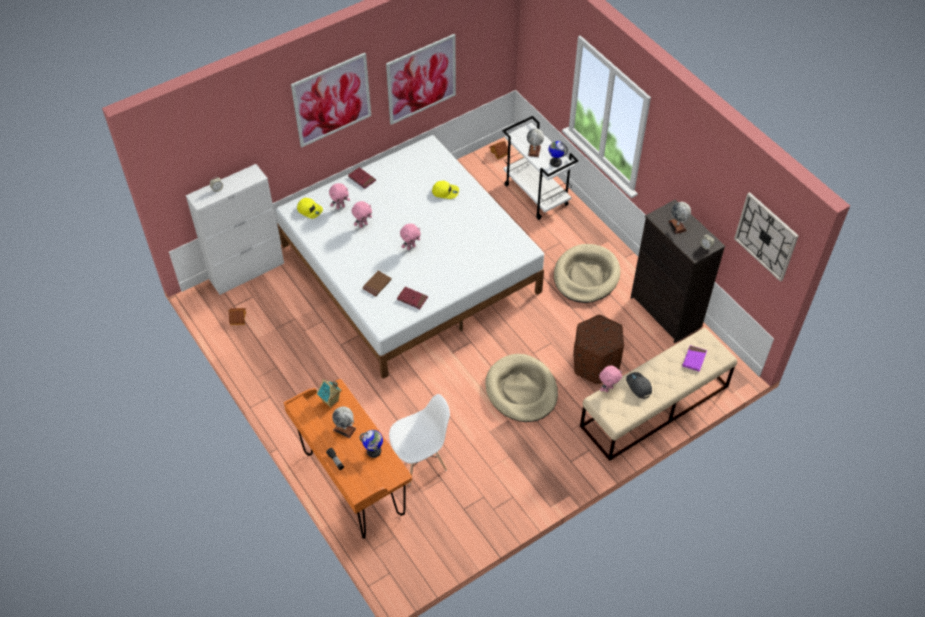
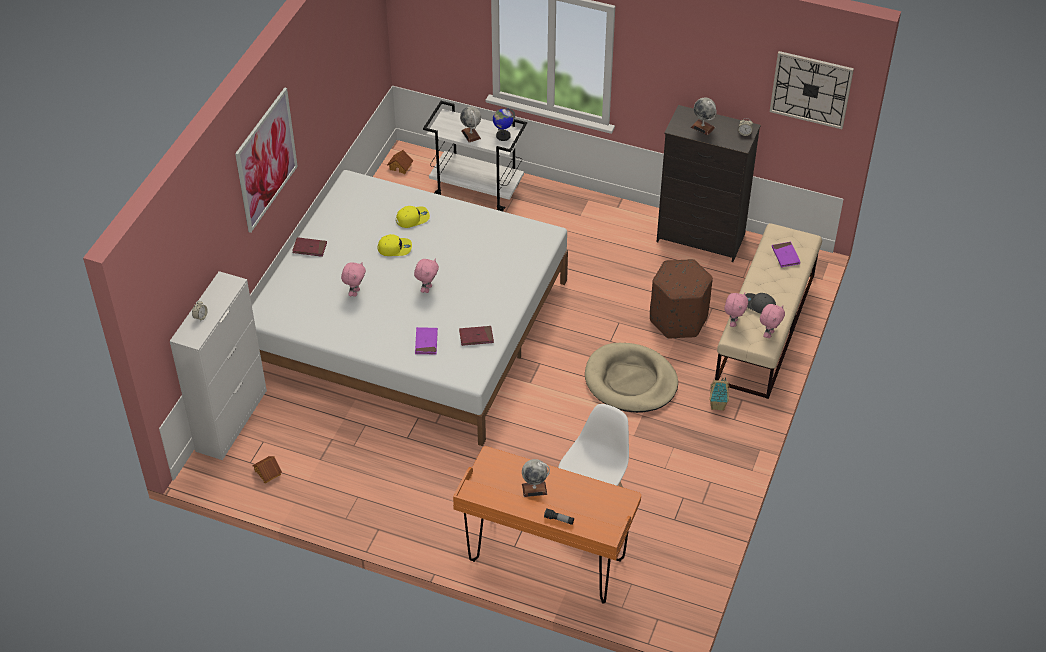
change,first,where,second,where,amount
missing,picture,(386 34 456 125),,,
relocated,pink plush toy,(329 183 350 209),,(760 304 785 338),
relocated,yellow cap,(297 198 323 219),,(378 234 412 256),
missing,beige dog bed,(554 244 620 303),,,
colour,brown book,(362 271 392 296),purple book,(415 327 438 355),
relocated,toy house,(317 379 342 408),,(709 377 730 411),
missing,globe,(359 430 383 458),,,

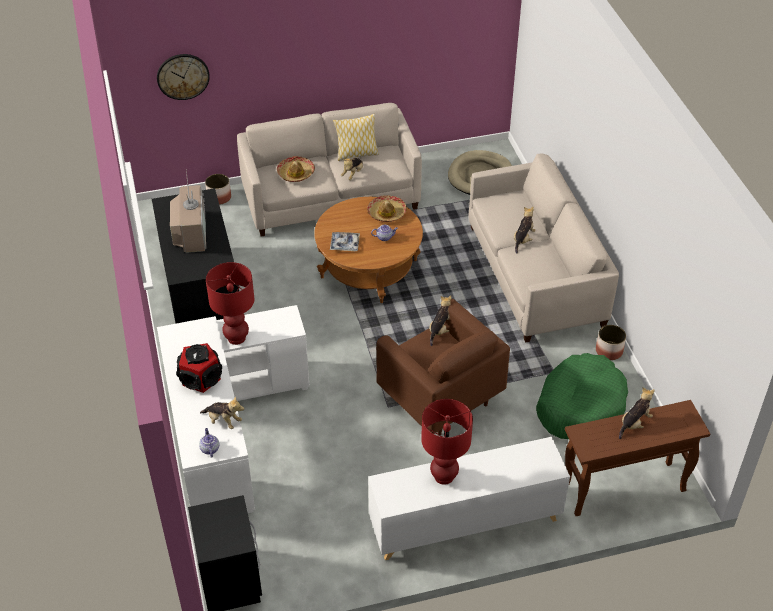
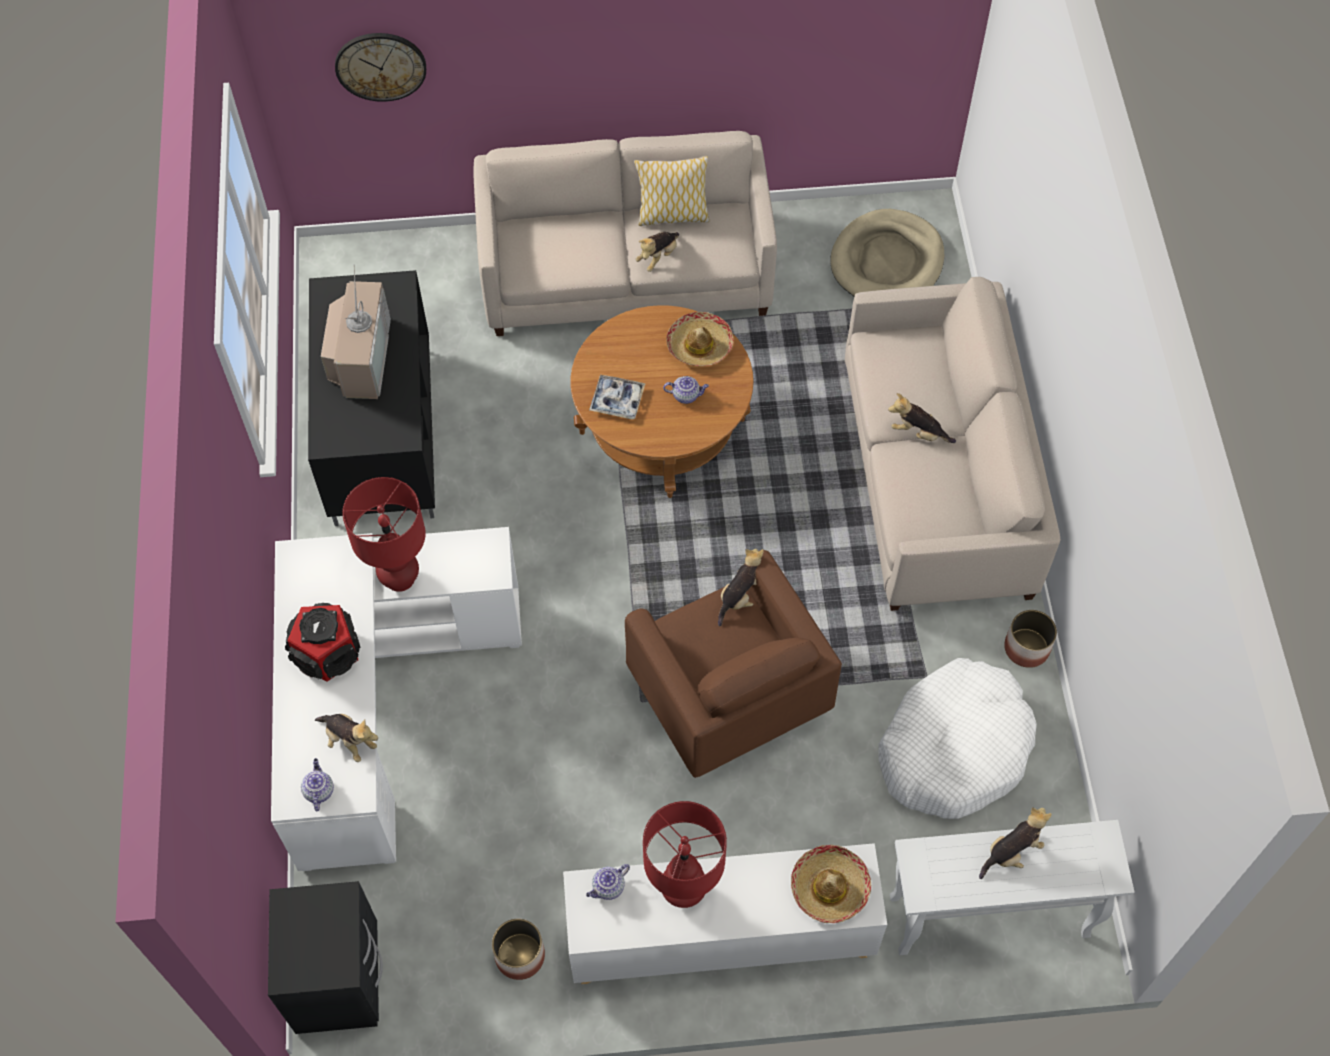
change,first,where,second,where,amount
relocated,hat,(277 156 315 182),,(791 845 871 923),
relocated,planter,(205 174 231 205),,(492 918 545 980),
spun,plush toy,(514 207 536 254),,(888 393 956 443),105 degrees counterclockwise
colour,green dog bed,(536 353 628 439),white dog bed,(878 658 1037 819),
colour,brown console table,(565 400 710 516),white console table,(890 820 1135 955),
appeared,,,teapot,(586 864 630 900),

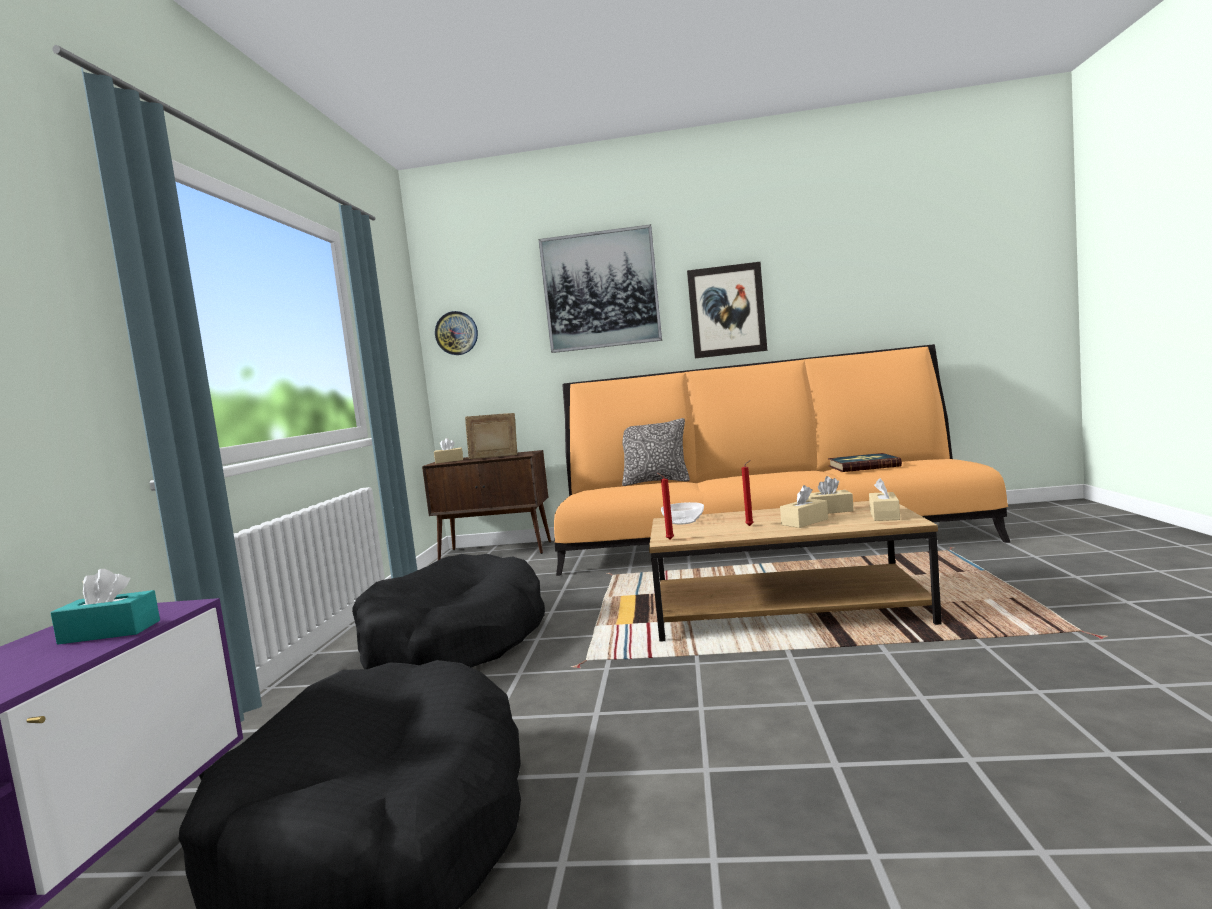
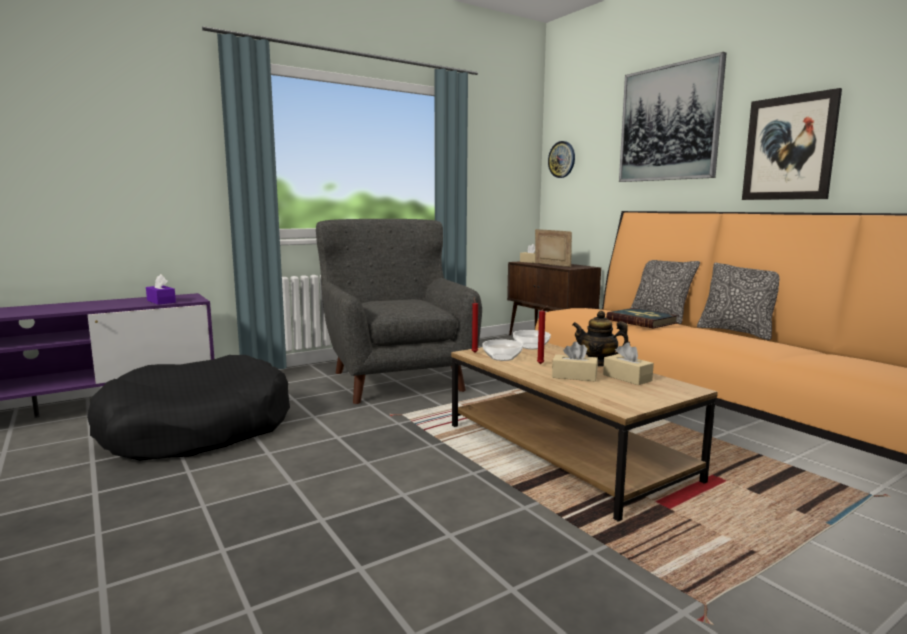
change,first,where,second,where,amount
relocated,book,(828 453 902 472),,(606 308 679 328),
missing,beige tissue box,(869 478 900 521),,,
exchanged,black dog bed,(352 554 545 669),grey armchair,(316 219 482 404),
colour,turquoise tissue box,(51 569 160 644),purple tissue box,(146 274 176 305),
appeared,,,pillow,(697 263 780 340),
appeared,,,teapot,(572 311 630 367),
appeared,,,bowl,(482 339 523 361),

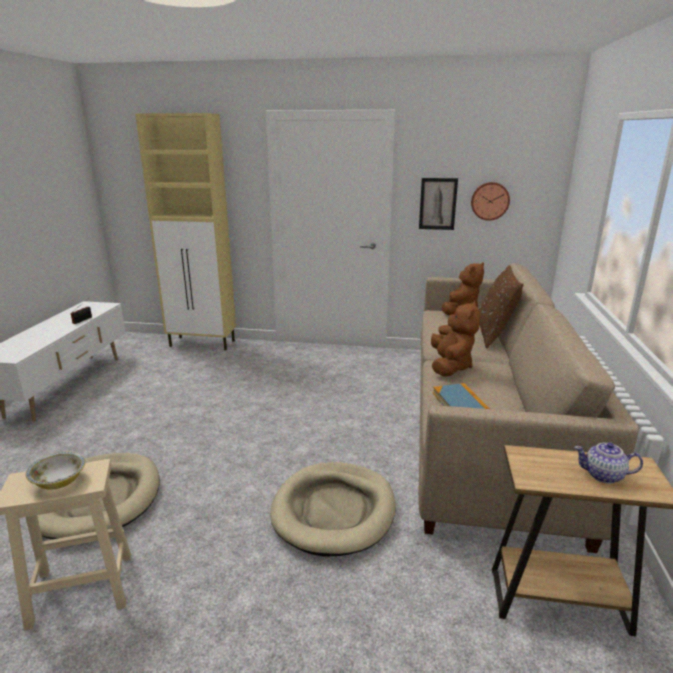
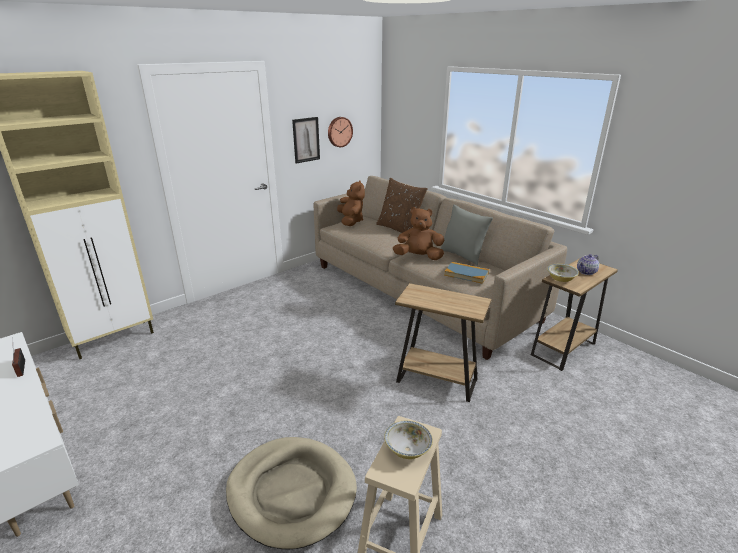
change,first,where,second,where,amount
spun,brown plush toy,(431 301 480 377),,(393 207 444 260),45 degrees counterclockwise
exchanged,beige dog bed,(270 462 395 557),brown side table,(395 283 491 402),
appeared,,,grey pillow,(441 205 493 266),
appeared,,,bowl,(547 264 579 282),

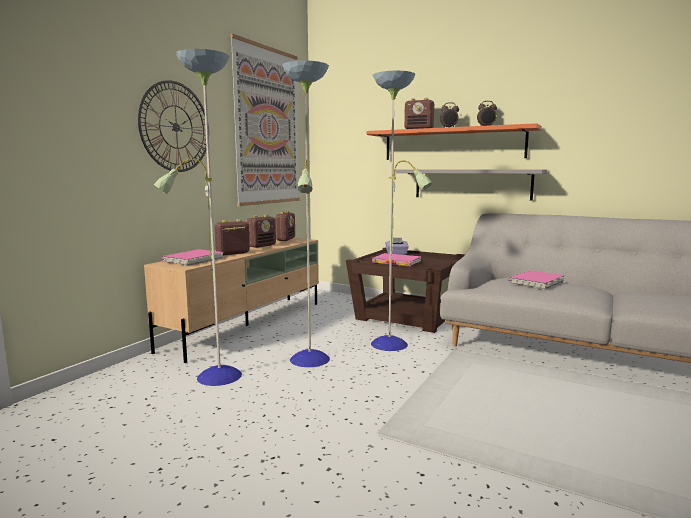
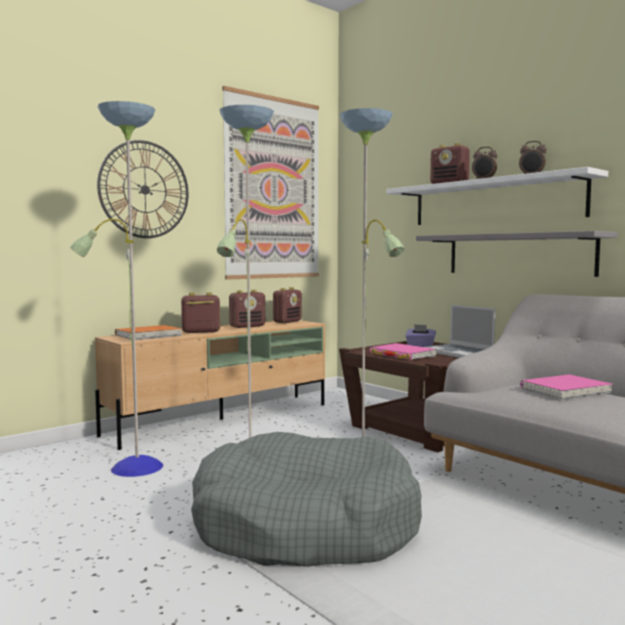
change,first,where,second,where,amount
colour,orange shelf,(366 123 542 160),white shelf,(387 167 608 225),
colour,pink book,(161 249 223 266),orange book,(115 325 182 340),
appeared,,,laptop,(426 305 495 358),
appeared,,,grey dog bed,(191 432 422 567),

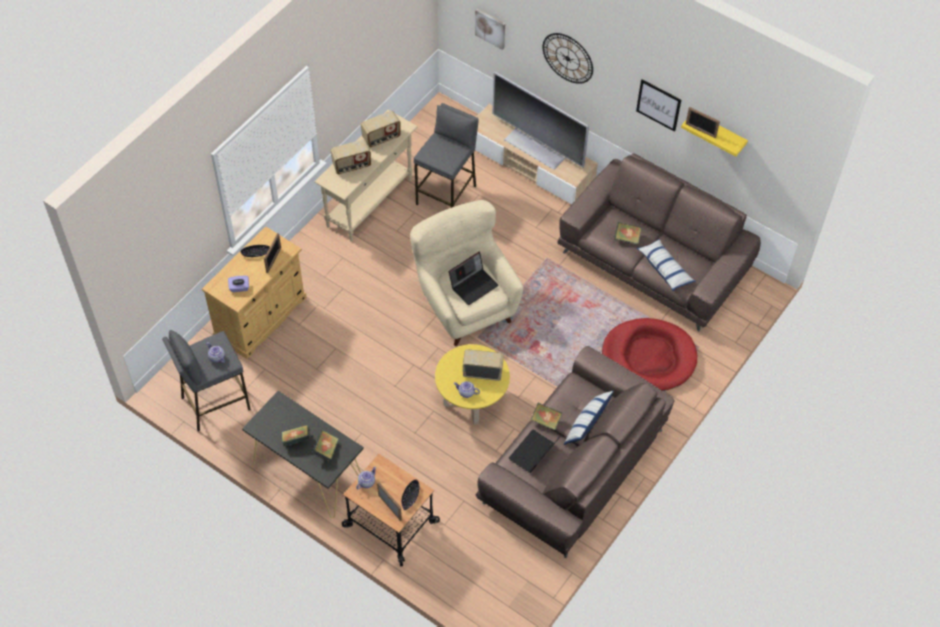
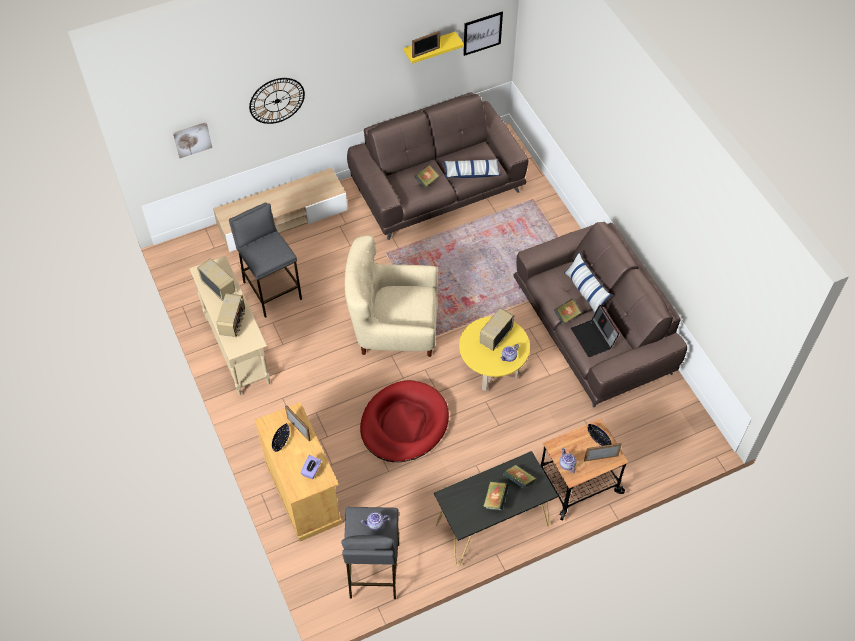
change,first,where,second,where,amount
missing,television,(492 72 589 170),,,
relocated,picture,(636 79 681 132),,(463 12 503 56),
spun,radio,(361 111 401 147),,(197 258 236 301),45 degrees counterclockwise
missing,laptop,(449 252 499 305),,,
relocated,red dog bed,(602 318 697 391),,(360 380 449 462),

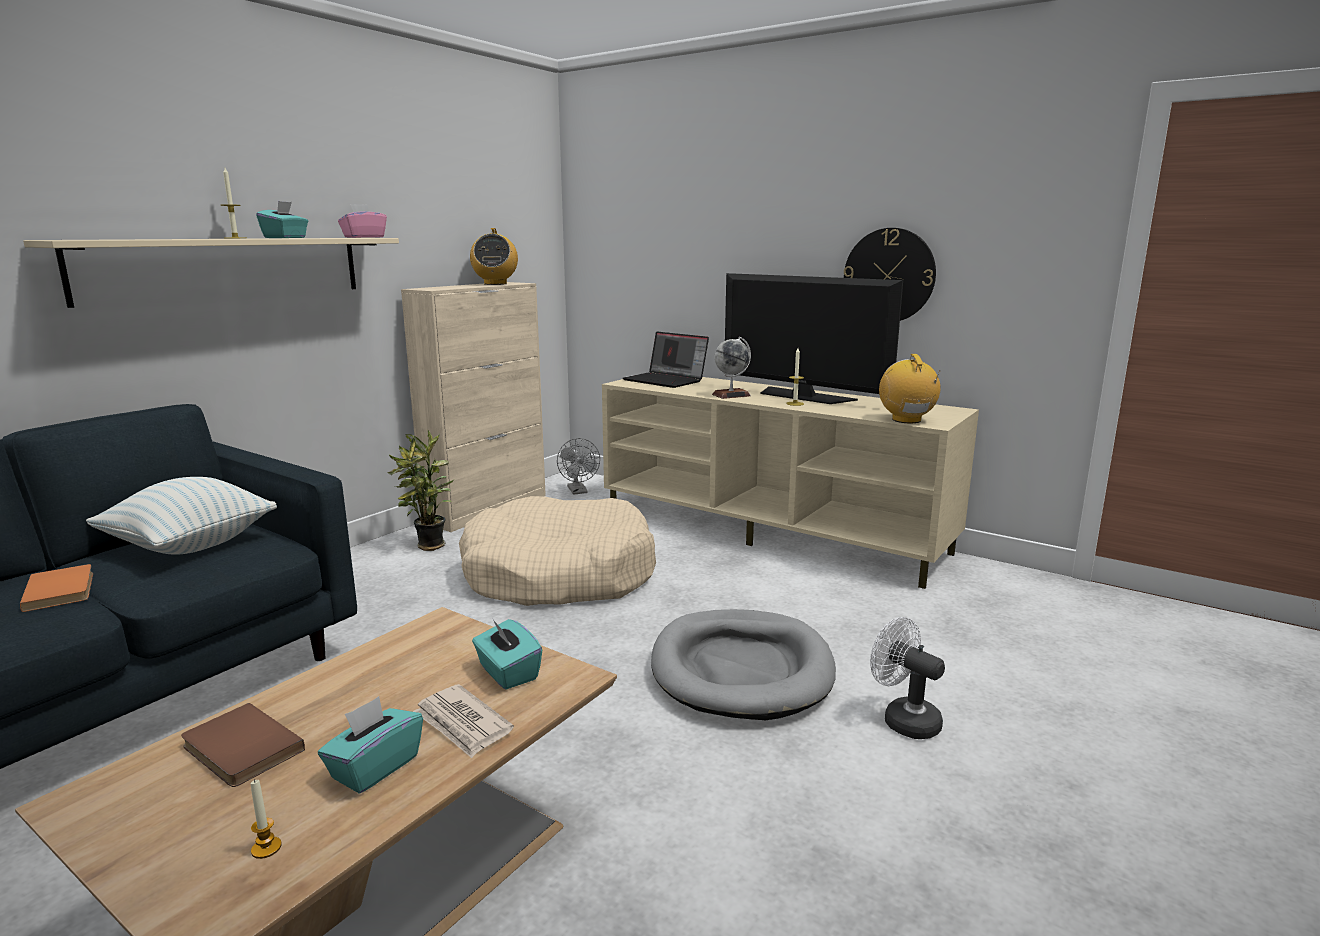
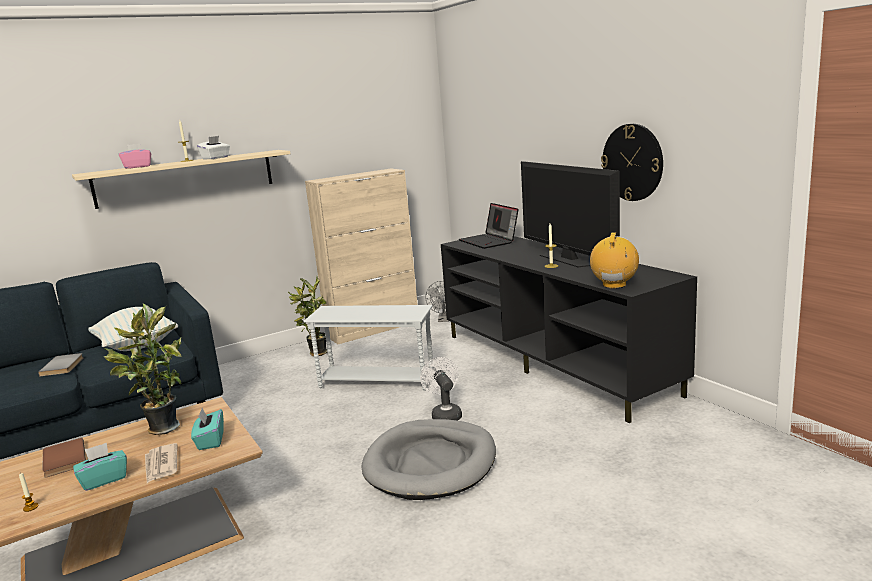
change,first,where,second,where,amount
colour,turquoise tissue box,(256 201 308 238),white tissue box,(197 136 230 159),
relocated,pink tissue box,(338 204 387 238),,(119 144 151 169),
missing,radio,(470 228 518 285),,,
missing,globe,(712 337 751 399),,,
colour,beige tv stand,(602 377 979 589),black tv stand,(441 236 697 423),
exchanged,beige dog bed,(459 496 656 606),white side table,(304 305 434 391),
colour,orange book,(20 564 93 612),grey book,(38 353 84 376),
relocated,white fan,(870 617 945 739),,(420 357 462 421),
appeared,,,potted plant,(103 303 182 435),

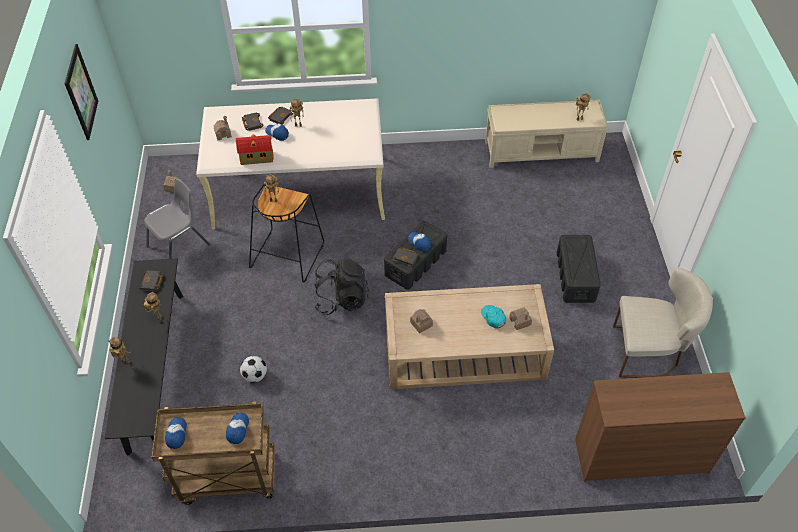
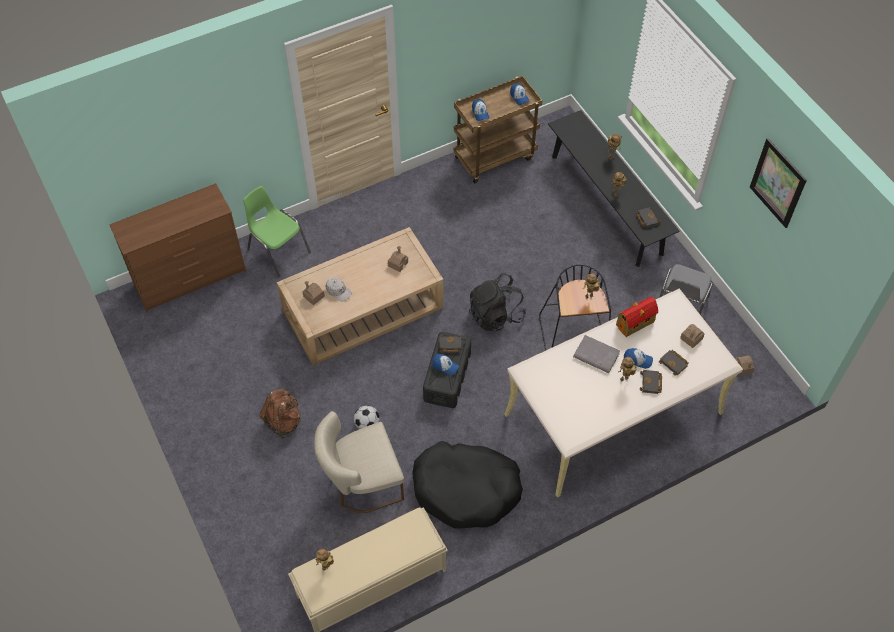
change,first,where,second,where,amount
exchanged,black storage box,(557 235 601 303),brown backpack,(259 389 301 439),
relocated,beige chair,(613 267 713 378),,(314 411 404 513),
colour,turquoise cap,(481 305 506 329),white cap,(326 278 352 302),
relocated,football,(240 356 267 383),,(354 405 380 429),
appeared,,,green chair,(243 186 311 277),
appeared,,,grey book,(573 335 620 373),
appeared,,,black dog bed,(412 441 523 528),

